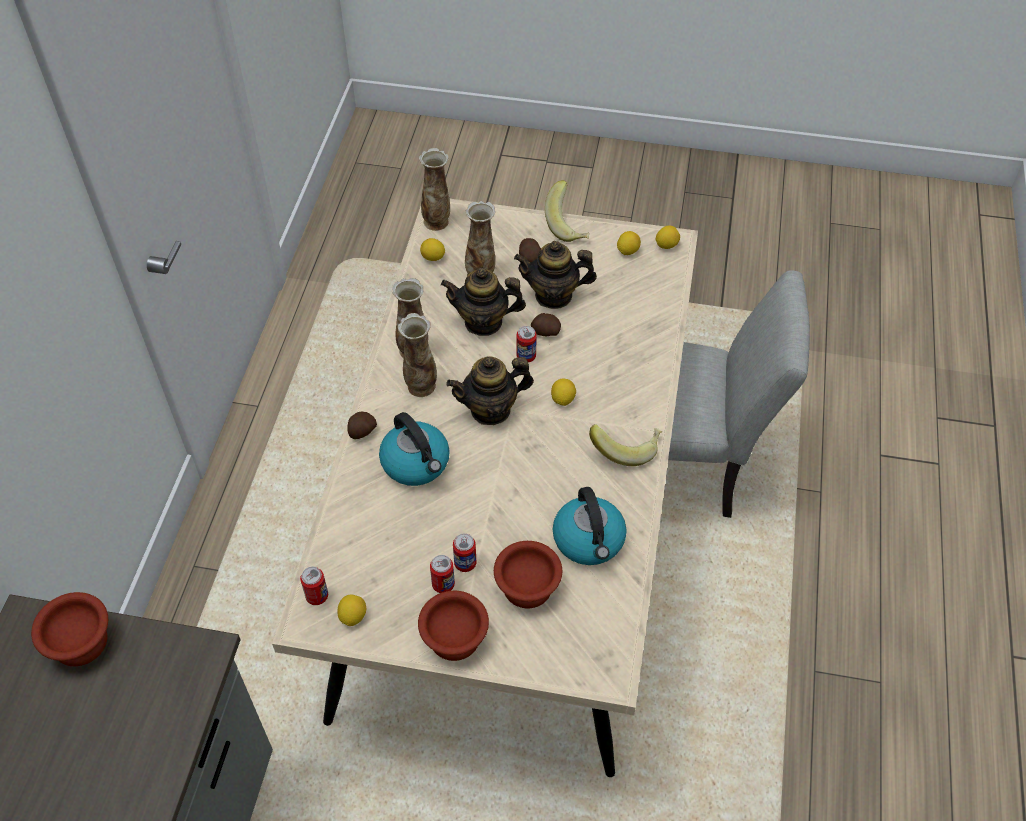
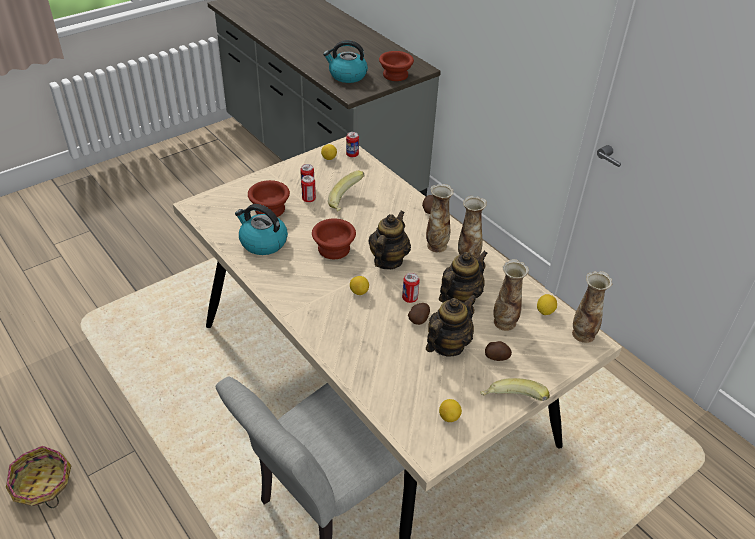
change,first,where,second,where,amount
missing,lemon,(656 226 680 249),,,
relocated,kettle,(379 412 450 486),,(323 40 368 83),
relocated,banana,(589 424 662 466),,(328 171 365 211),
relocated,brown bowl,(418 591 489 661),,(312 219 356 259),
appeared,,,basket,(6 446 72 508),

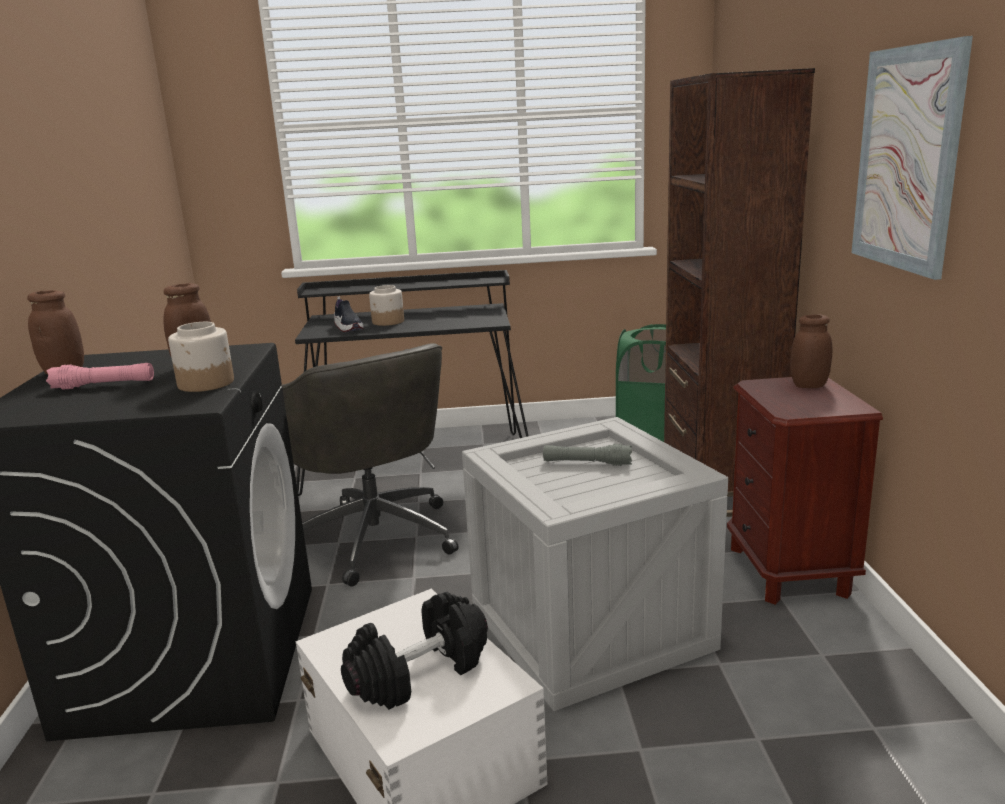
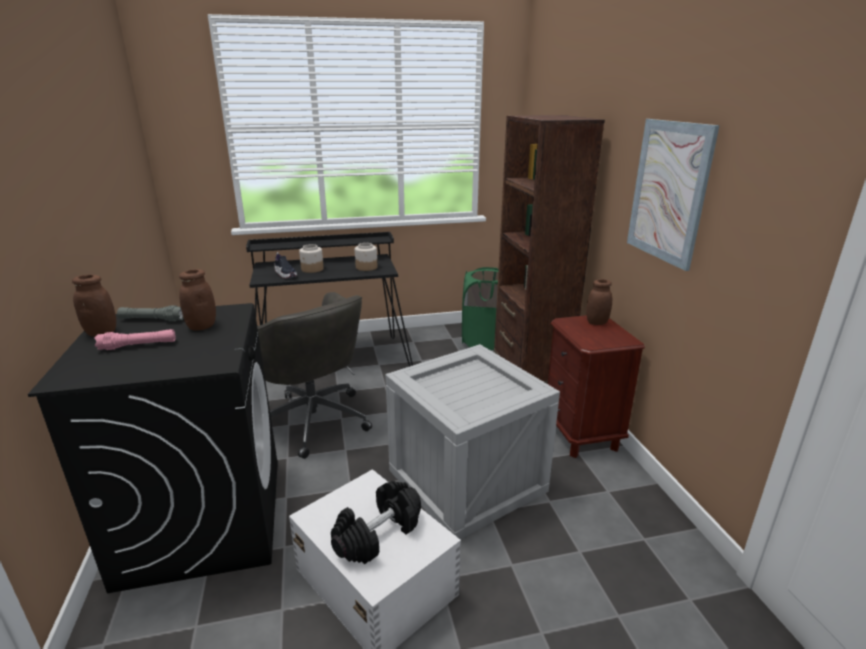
change,first,where,second,where,amount
relocated,jar,(168 322 234 392),,(355 243 378 271),
relocated,grey flashlight,(543 444 632 466),,(117 305 184 321),

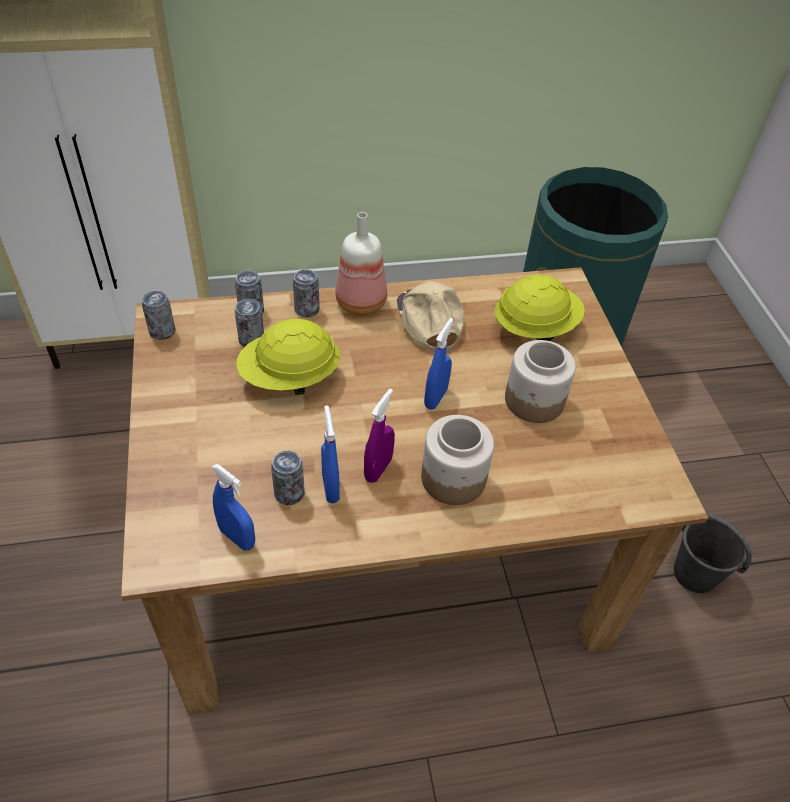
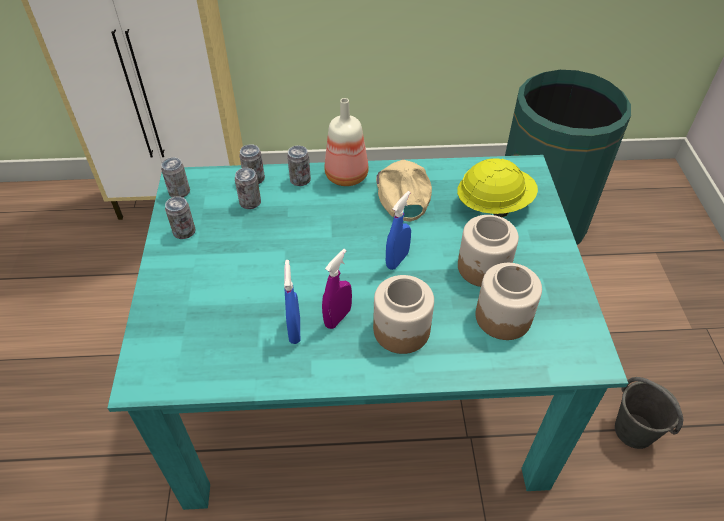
change,first,where,second,where,amount
colour,brown dining table,(121 267 708 715),turquoise dining table,(107 155 628 510),
missing,yellow hard hat,(236 318 340 395),,,
relocated,can,(271 451 305 505),,(165 196 196 239),
missing,blue spray bottle,(212 464 255 551),,,
appeared,,,jar,(476 263 542 340),

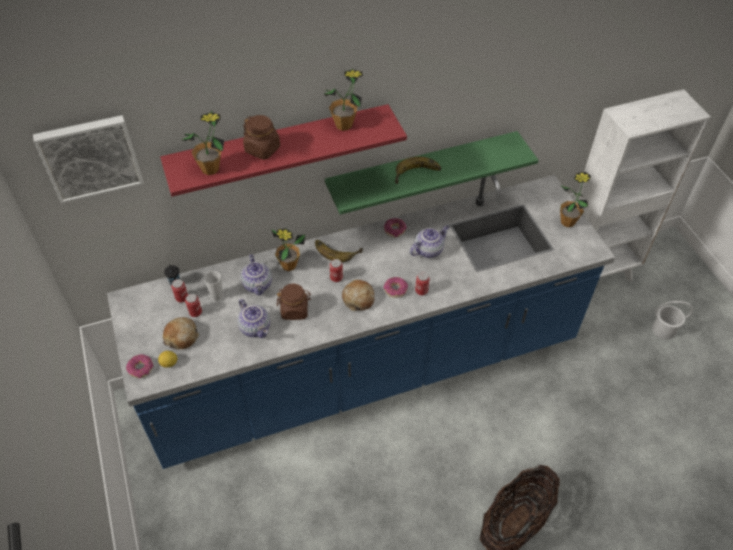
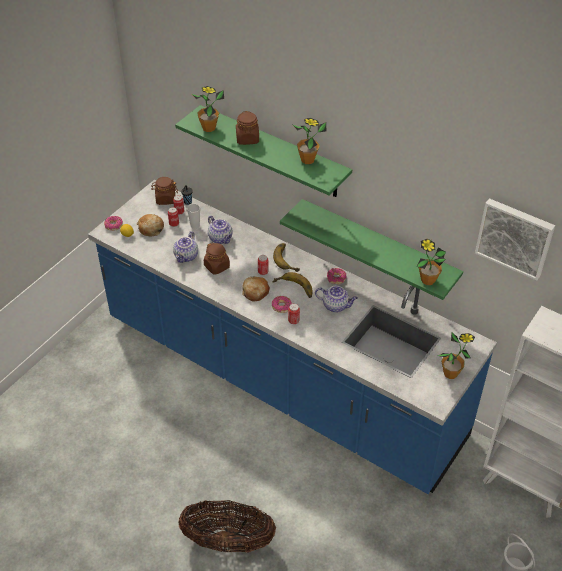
change,first,where,second,where,amount
colour,red shelf,(160 104 407 197),green shelf,(175 105 352 197),
relocated,picture,(33 115 144 204),,(475 198 555 281),
relocated,banana,(395 157 441 184),,(272 272 313 298),
relocated,potted plant,(271 228 305 271),,(417 239 446 285),
spun,teapot,(241 254 272 295),,(208 215 233 244),75 degrees counterclockwise
appeared,,,brown jar,(151 177 178 205),

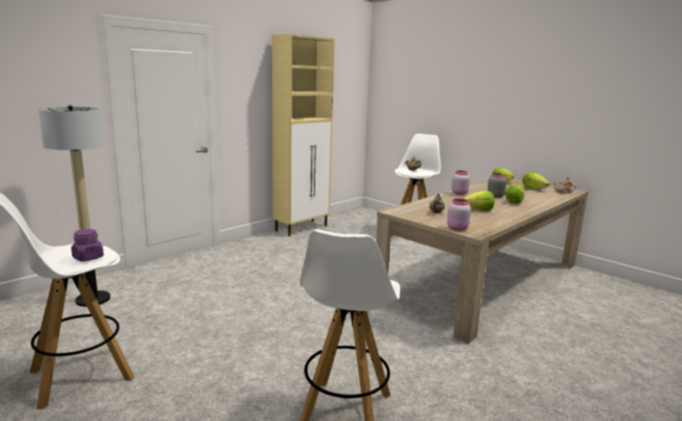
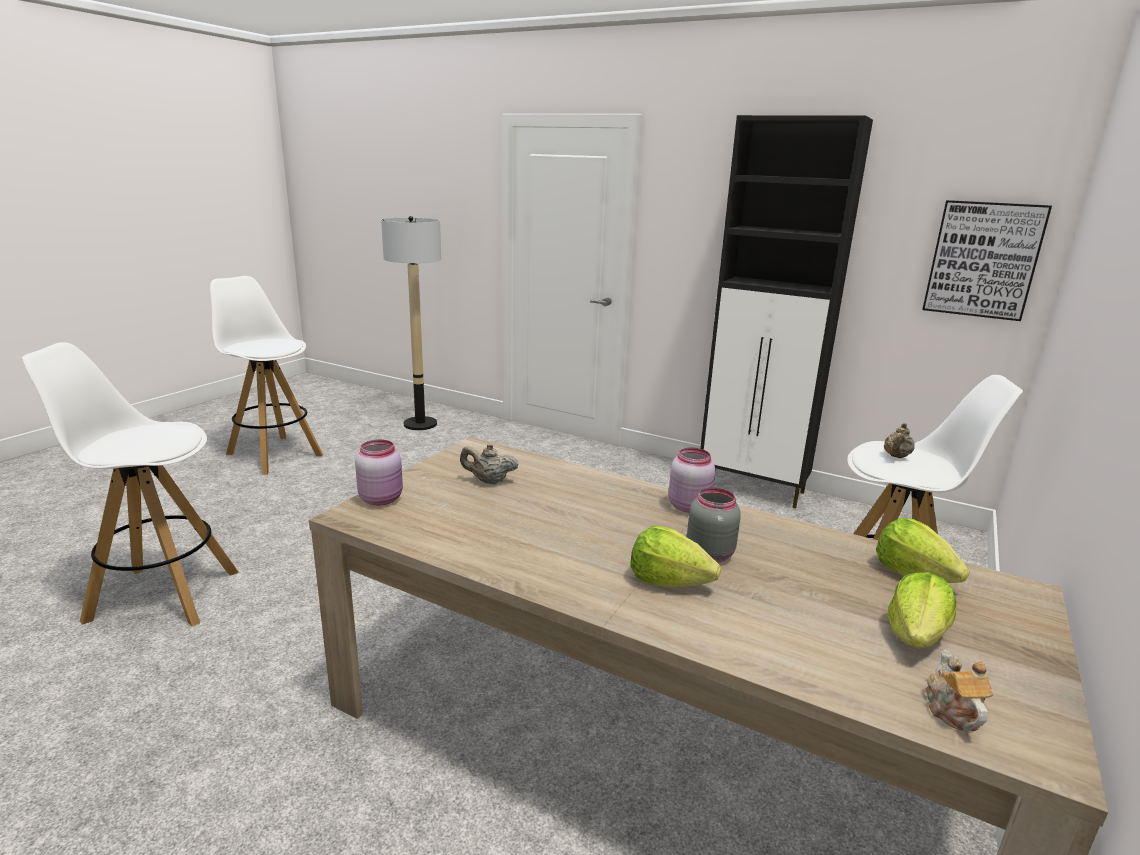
change,first,where,second,where,amount
colour,beige cabinet,(272 34 335 236),black cabinet,(700 115 873 508),
missing,lettuce,(463 191 495 211),,,
missing,purple jar,(71 229 104 262),,,
appeared,,,picture,(922 200 1052 321),

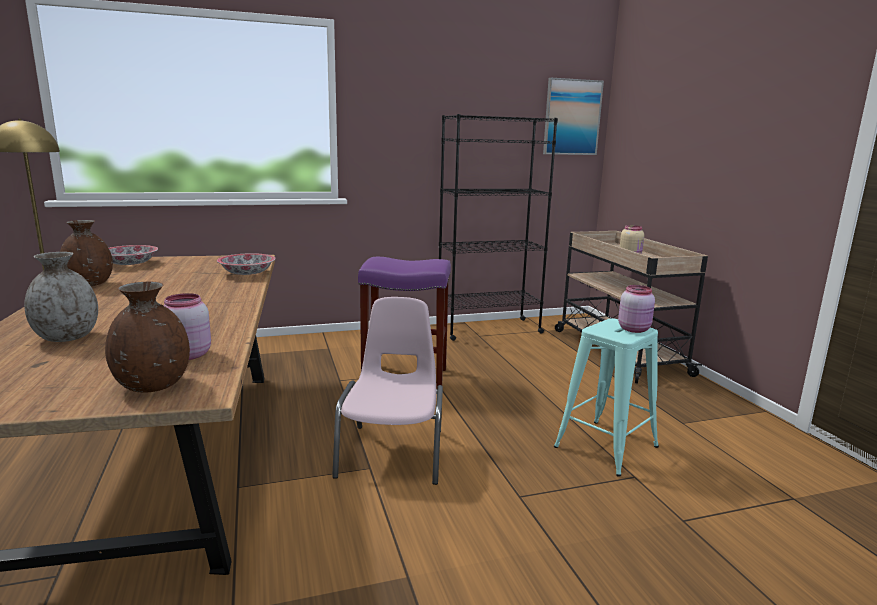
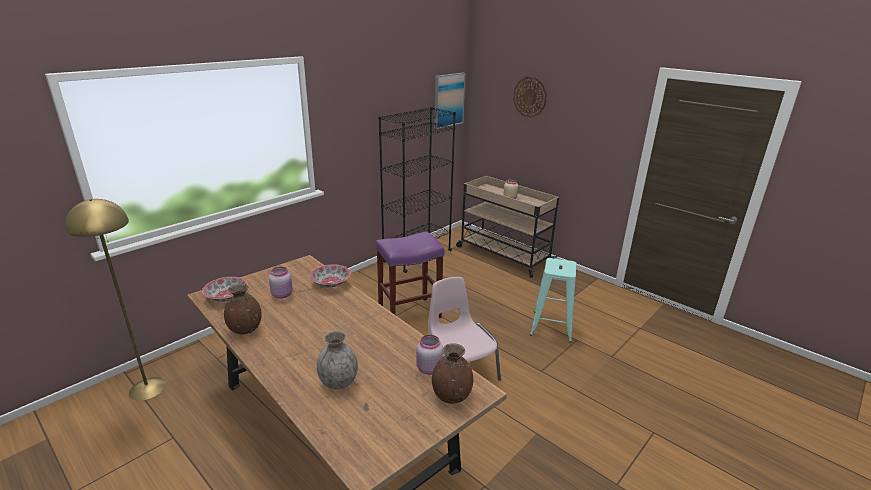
change,first,where,second,where,amount
relocated,pink jar,(618 285 655 333),,(269 267 293 299),
appeared,,,wall clock,(513 76 547 118),

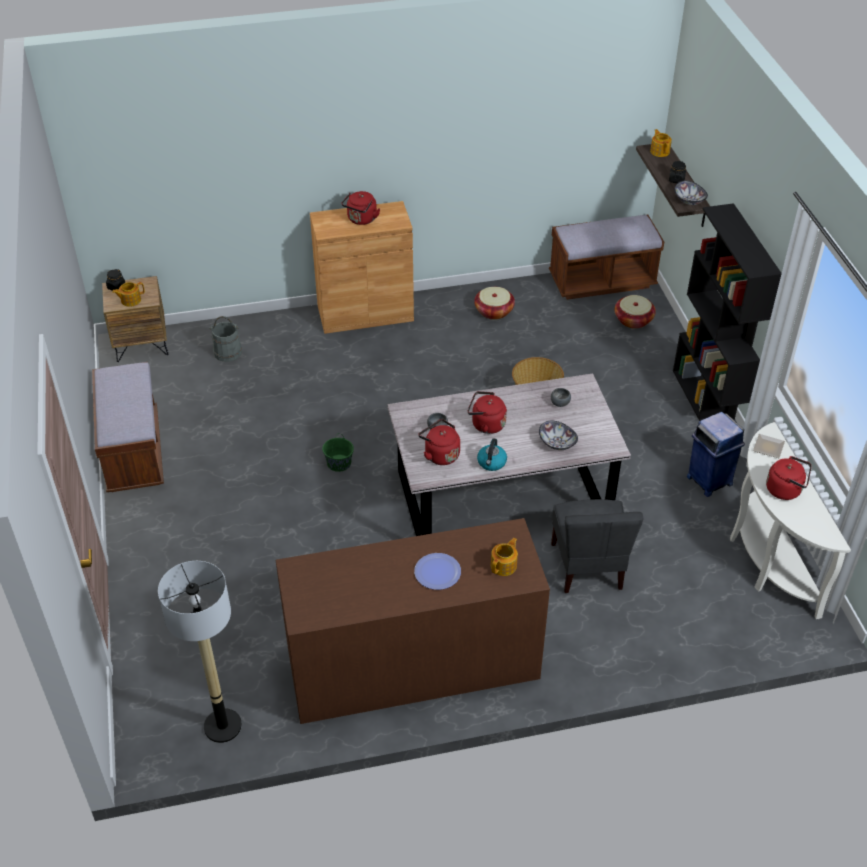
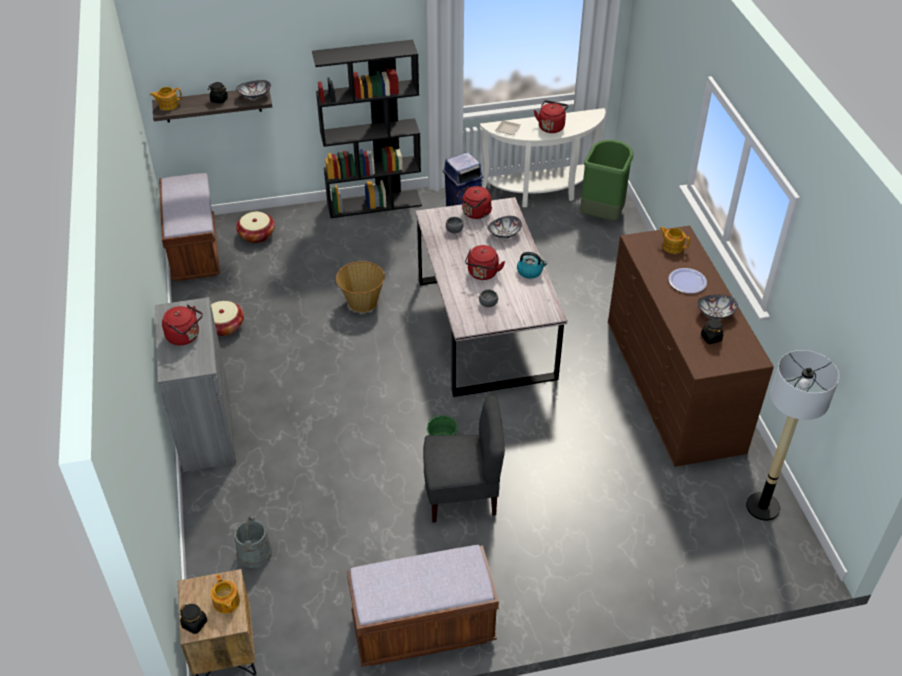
change,first,where,second,where,amount
colour,brown cabinet,(310 201 414 334),grey cabinet,(155 297 236 472),
relocated,red kettle,(418 419 460 465),,(457 186 492 219),
relocated,grey chair,(551 499 643 593),,(423 395 505 523),
appeared,,,green trash can,(580 140 633 221),
appeared,,,bowl,(697 295 738 319),
appeared,,,black jar,(701 318 723 344),

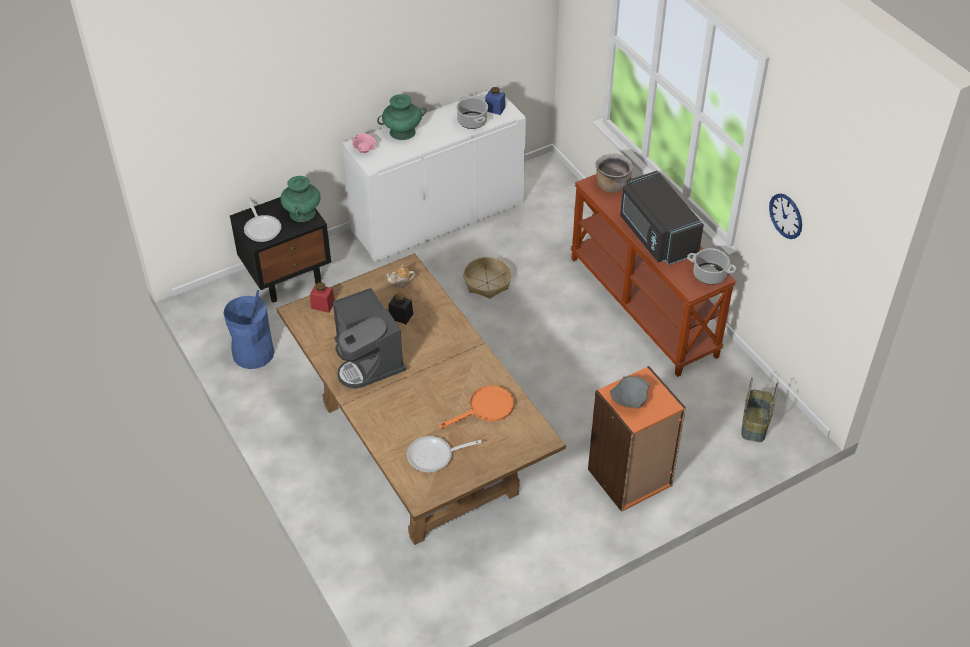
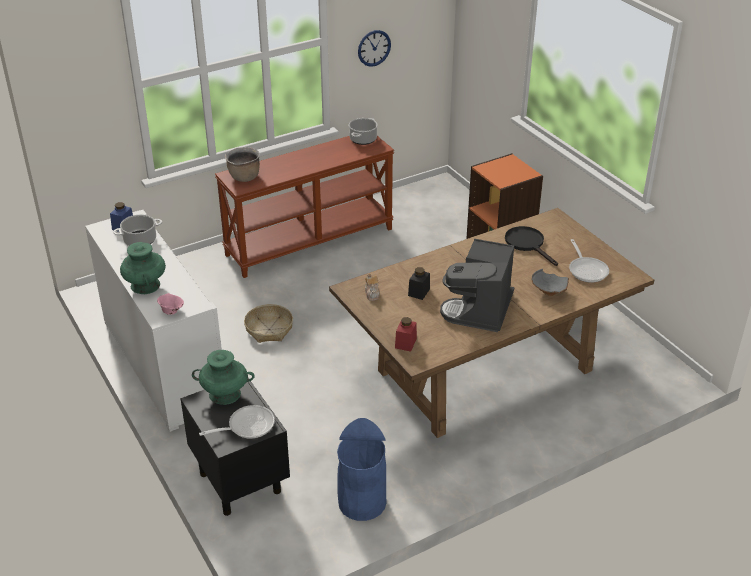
change,first,where,second,where,amount
missing,black microwave,(620 171 704 265),,,
spun,coffee machine,(333 288 406 389),,(440 239 514 332),135 degrees clockwise
relocated,grey bowl,(610 375 650 409),,(531 269 569 296),
missing,basket,(741 378 778 442),,,
colour,orange frying pan,(439 385 514 429),black frying pan,(505 226 558 266),

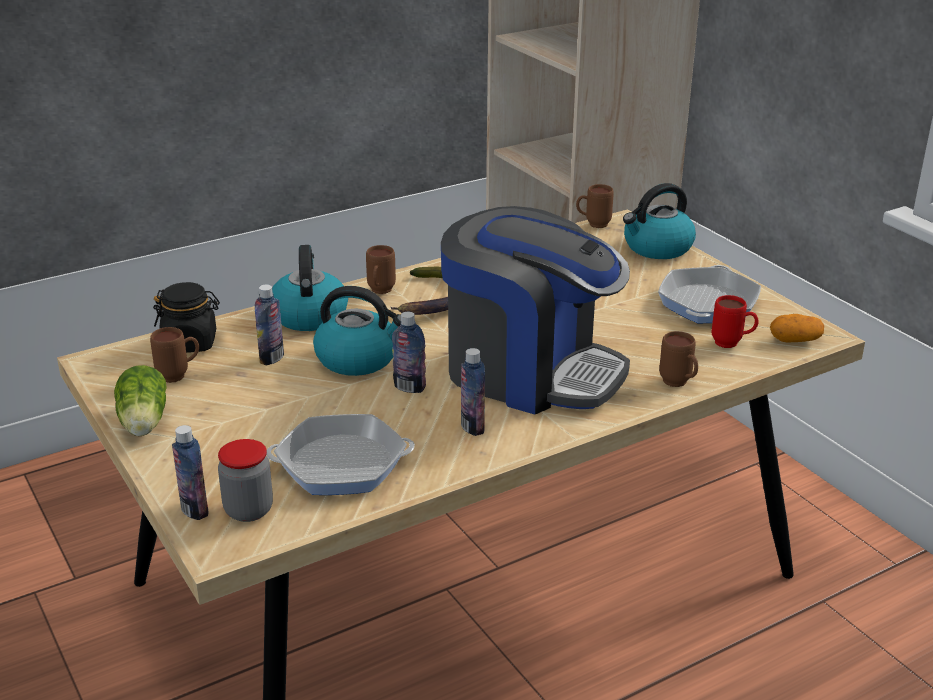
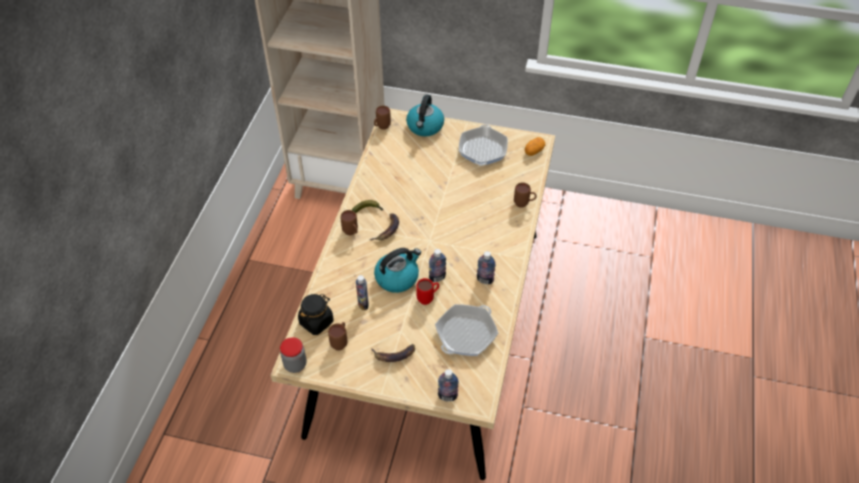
change,first,where,second,where,amount
missing,coffee machine,(441 206 630 414),,,
missing,kettle,(272 245 348 331),,,
spun,frying pan,(658 265 761 323),,(459 125 508 166),150 degrees counterclockwise
relocated,red mug,(712 295 759 348),,(416 278 439 305),
missing,lettuce,(114 365 167 436),,,
relocated,jar,(218 439 273 522),,(280 337 307 373),
appeared,,,banana,(371 344 415 362),

